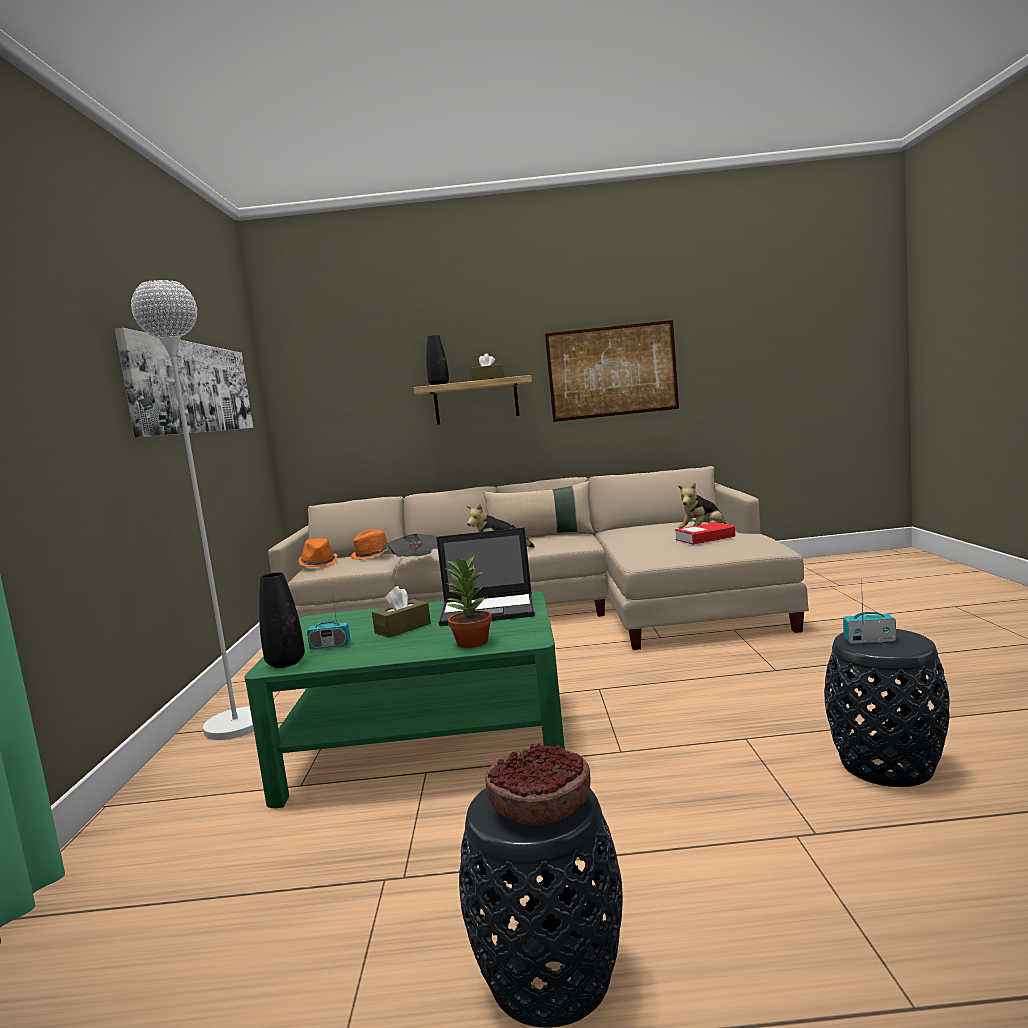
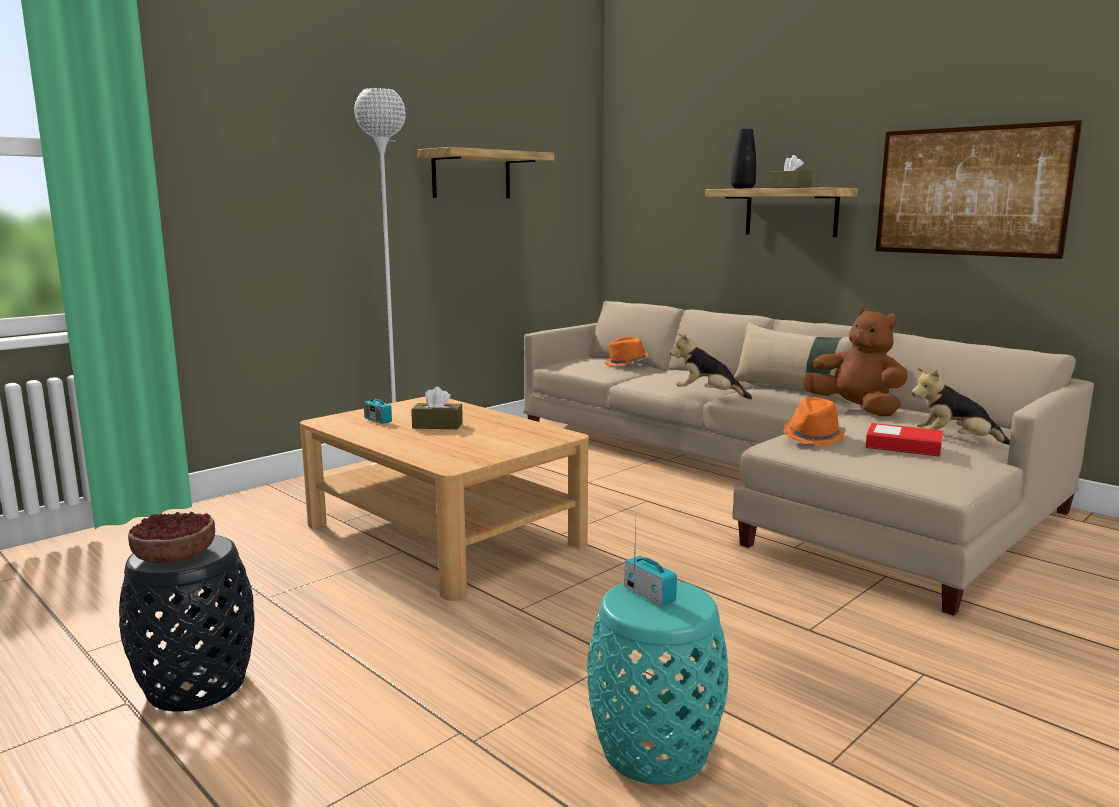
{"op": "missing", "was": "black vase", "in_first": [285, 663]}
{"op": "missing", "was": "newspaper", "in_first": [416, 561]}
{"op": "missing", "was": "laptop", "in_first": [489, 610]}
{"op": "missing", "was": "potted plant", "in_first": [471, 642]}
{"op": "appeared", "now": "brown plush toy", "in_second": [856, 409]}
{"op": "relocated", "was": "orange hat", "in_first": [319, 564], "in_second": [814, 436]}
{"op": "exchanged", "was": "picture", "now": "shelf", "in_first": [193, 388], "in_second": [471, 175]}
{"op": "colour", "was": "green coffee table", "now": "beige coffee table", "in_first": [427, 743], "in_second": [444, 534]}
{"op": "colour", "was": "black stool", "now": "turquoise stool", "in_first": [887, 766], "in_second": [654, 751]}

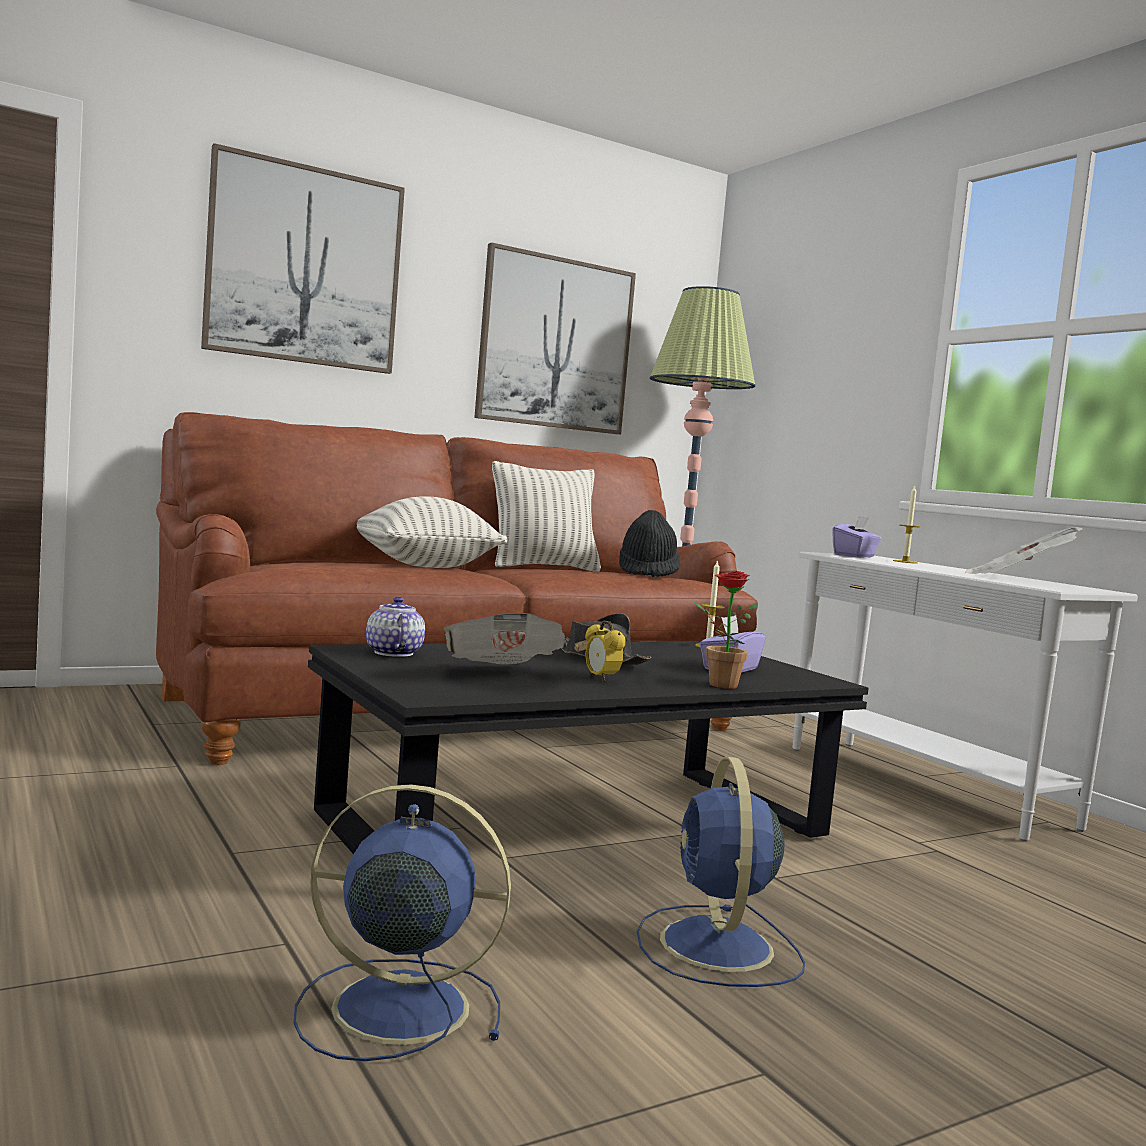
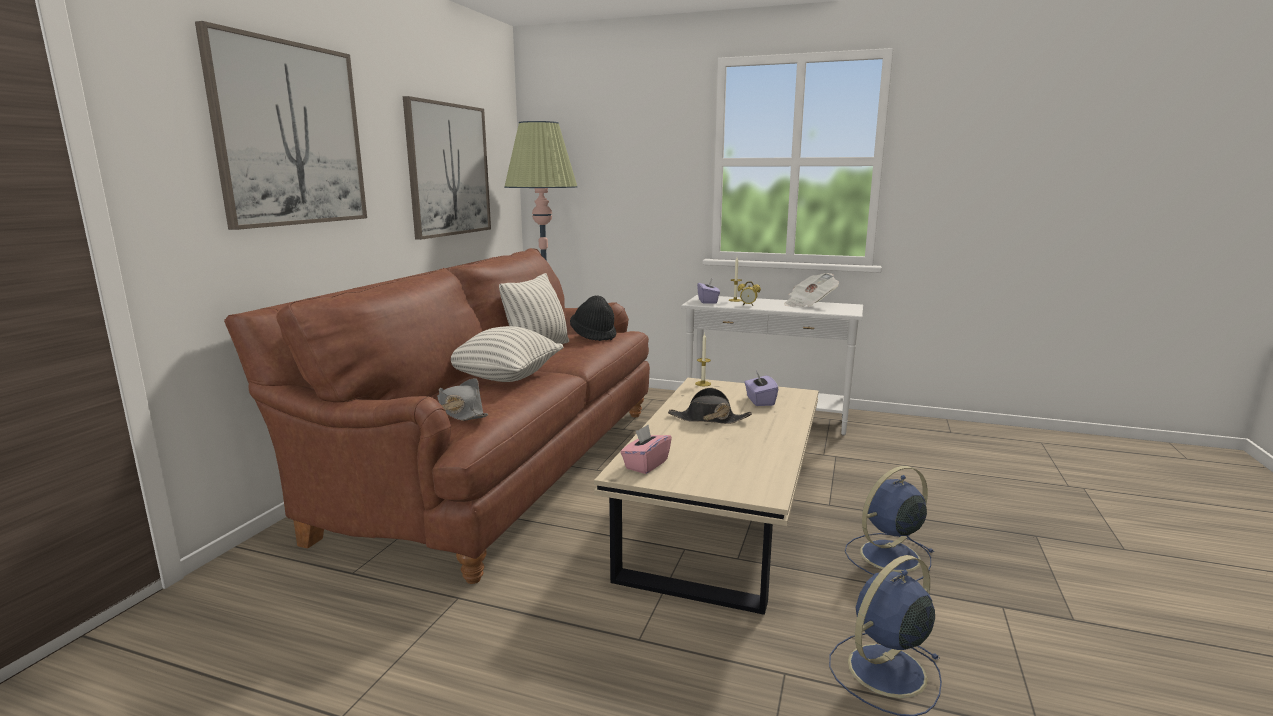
{"op": "missing", "was": "newspaper", "in_first": [502, 675]}
{"op": "missing", "was": "potted plant", "in_first": [716, 684]}
{"op": "appeared", "now": "grey hat", "in_second": [461, 412]}
{"op": "relocated", "was": "alarm clock", "in_first": [601, 679], "in_second": [748, 305]}
{"op": "exchanged", "was": "teapot", "now": "pink tissue box", "in_first": [393, 653], "in_second": [646, 464]}
{"op": "colour", "was": "black coffee table", "now": "beige coffee table", "in_first": [580, 827], "in_second": [722, 518]}
{"op": "spun", "was": "blue fan", "in_first": [717, 948], "in_second": [888, 557], "clockwise": 105}

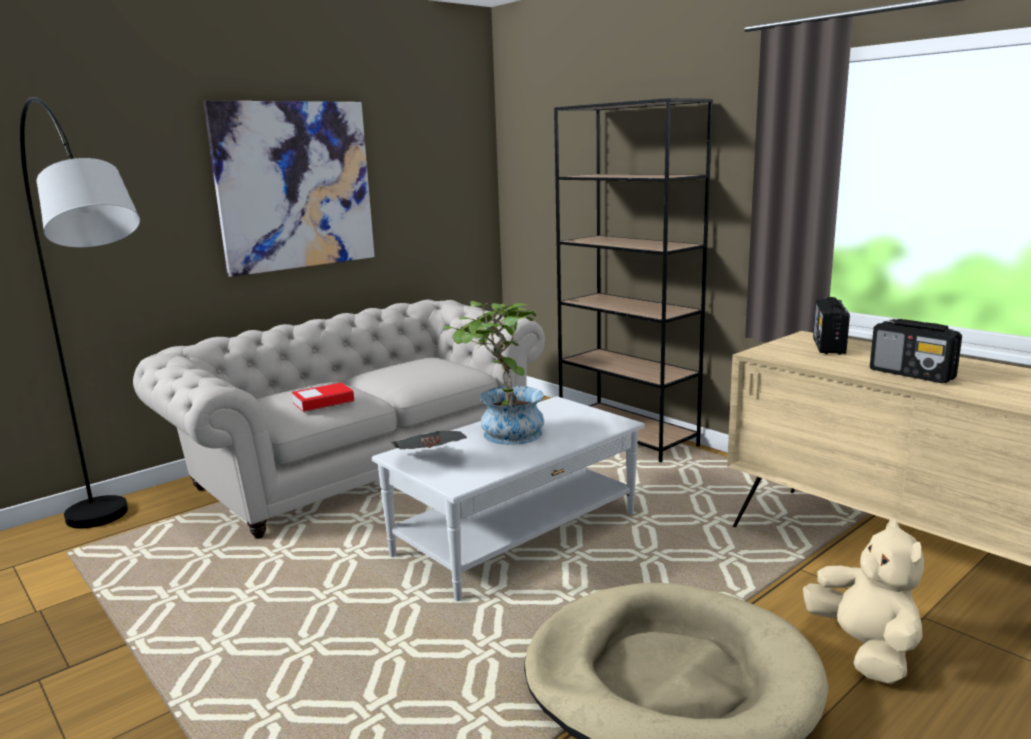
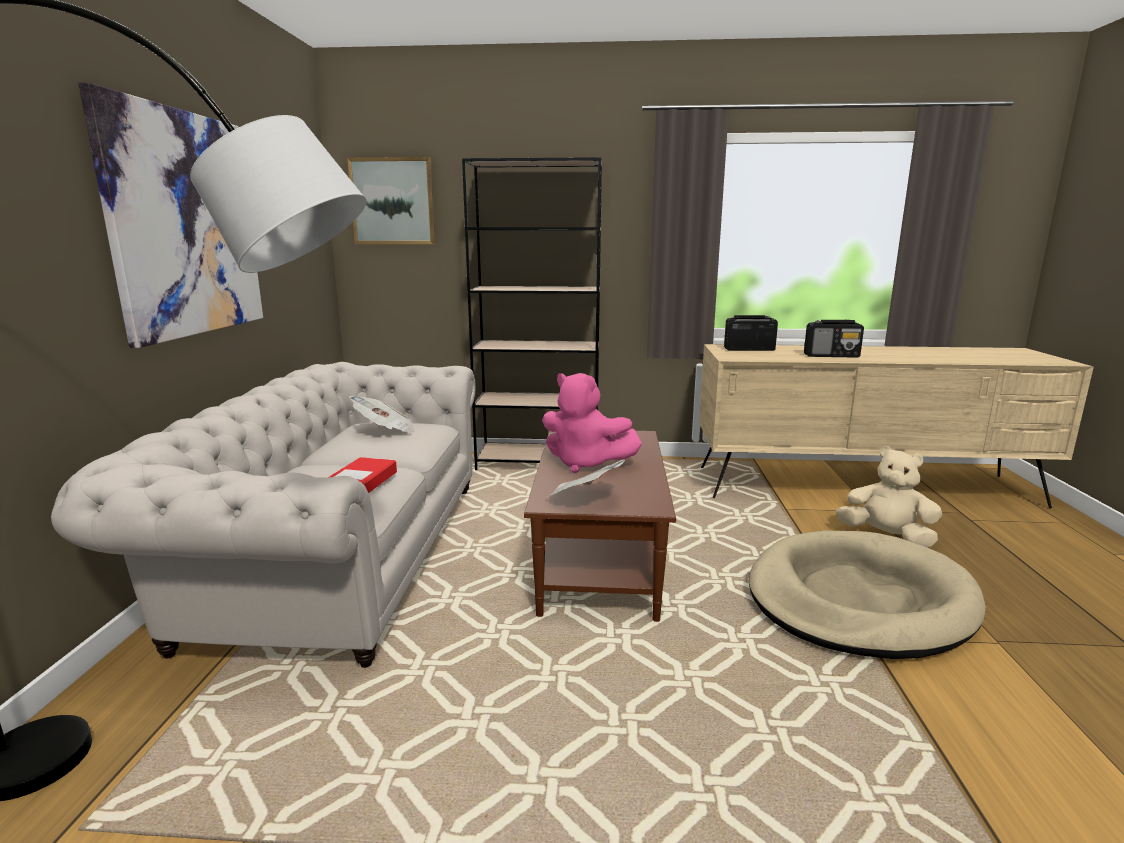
{"op": "appeared", "now": "picture", "in_second": [393, 201]}
{"op": "appeared", "now": "newspaper", "in_second": [385, 431]}
{"op": "exchanged", "was": "potted plant", "now": "pink plush toy", "in_first": [502, 434], "in_second": [585, 463]}
{"op": "colour", "was": "white coffee table", "now": "brown coffee table", "in_first": [518, 534], "in_second": [599, 555]}
{"op": "spun", "was": "radio", "in_first": [828, 346], "in_second": [748, 349], "clockwise": 120}

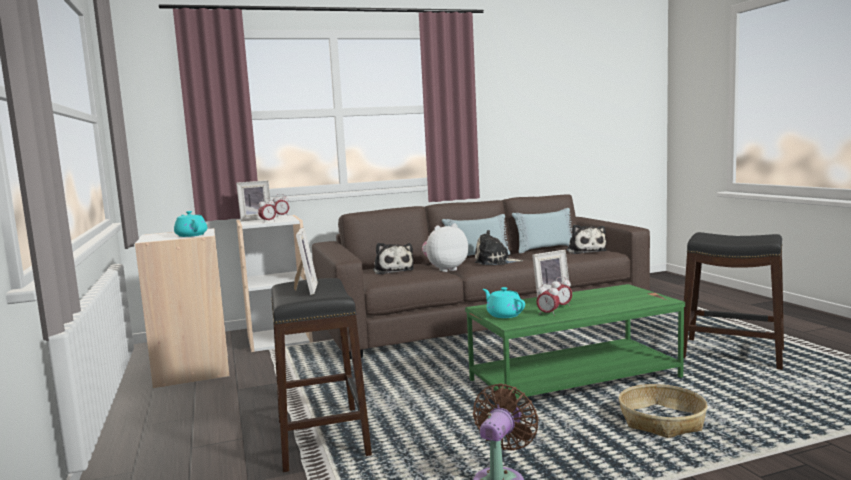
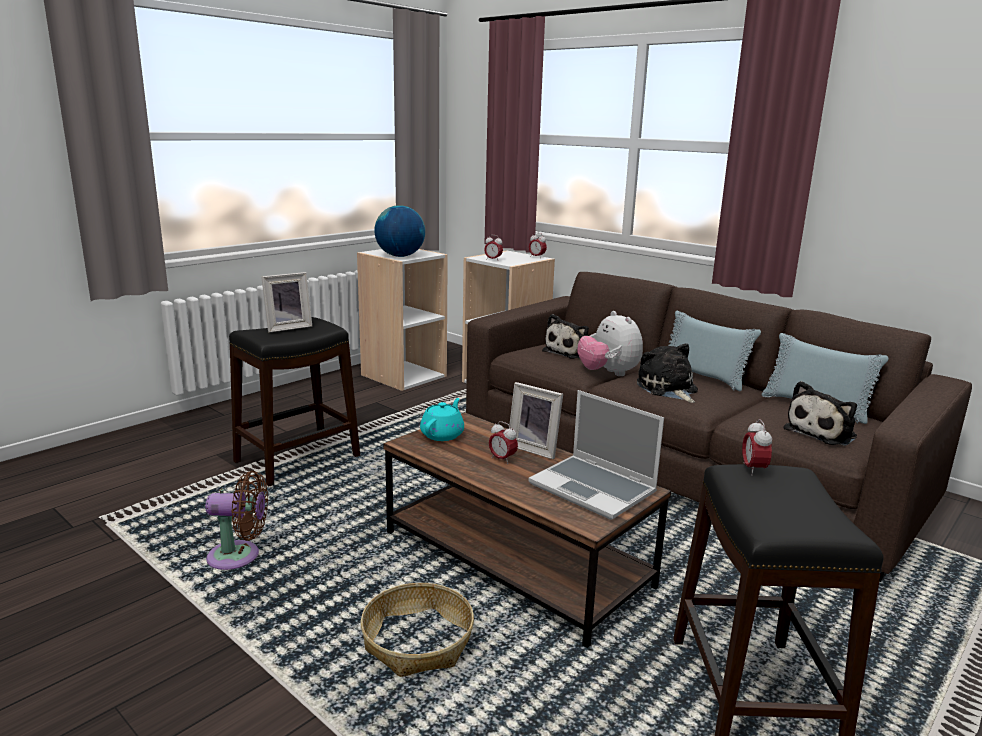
{"op": "missing", "was": "picture frame", "in_first": [255, 219]}
{"op": "appeared", "now": "laptop", "in_second": [594, 489]}
{"op": "relocated", "was": "alarm clock", "in_first": [548, 314], "in_second": [753, 469]}
{"op": "exchanged", "was": "turquoise teapot", "now": "globe", "in_first": [191, 235], "in_second": [400, 256]}
{"op": "colour", "was": "green coffee table", "now": "brown coffee table", "in_first": [574, 379], "in_second": [516, 559]}
{"op": "spun", "was": "plush toy", "in_first": [445, 270], "in_second": [608, 373], "clockwise": -150}

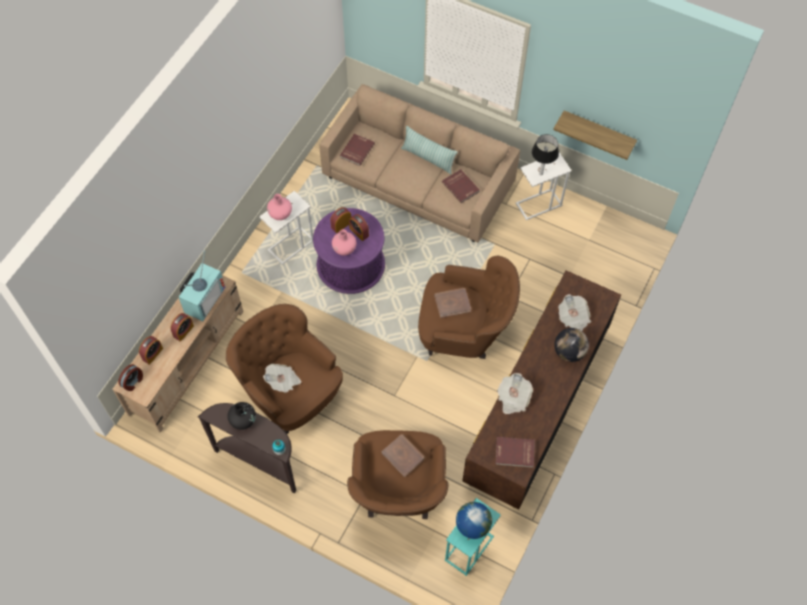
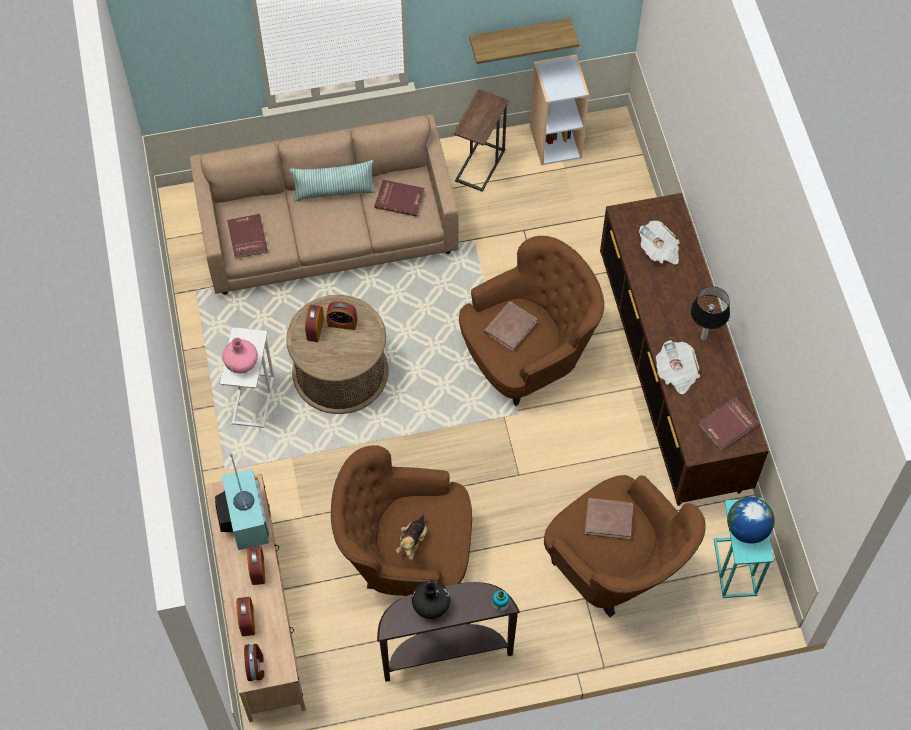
{"op": "missing", "was": "pink vase", "in_first": [344, 249]}
{"op": "missing", "was": "globe", "in_first": [569, 352]}
{"op": "appeared", "now": "bookcase", "in_second": [556, 141]}
{"op": "relocated", "was": "table lamp", "in_first": [541, 173], "in_second": [703, 337]}
{"op": "exchanged", "was": "newspaper", "now": "plush toy", "in_first": [283, 381], "in_second": [413, 541]}
{"op": "colour", "was": "purple coffee table", "now": "brown coffee table", "in_first": [350, 264], "in_second": [340, 371]}
{"op": "colour", "was": "white side table", "now": "brown side table", "in_first": [539, 204], "in_second": [480, 165]}

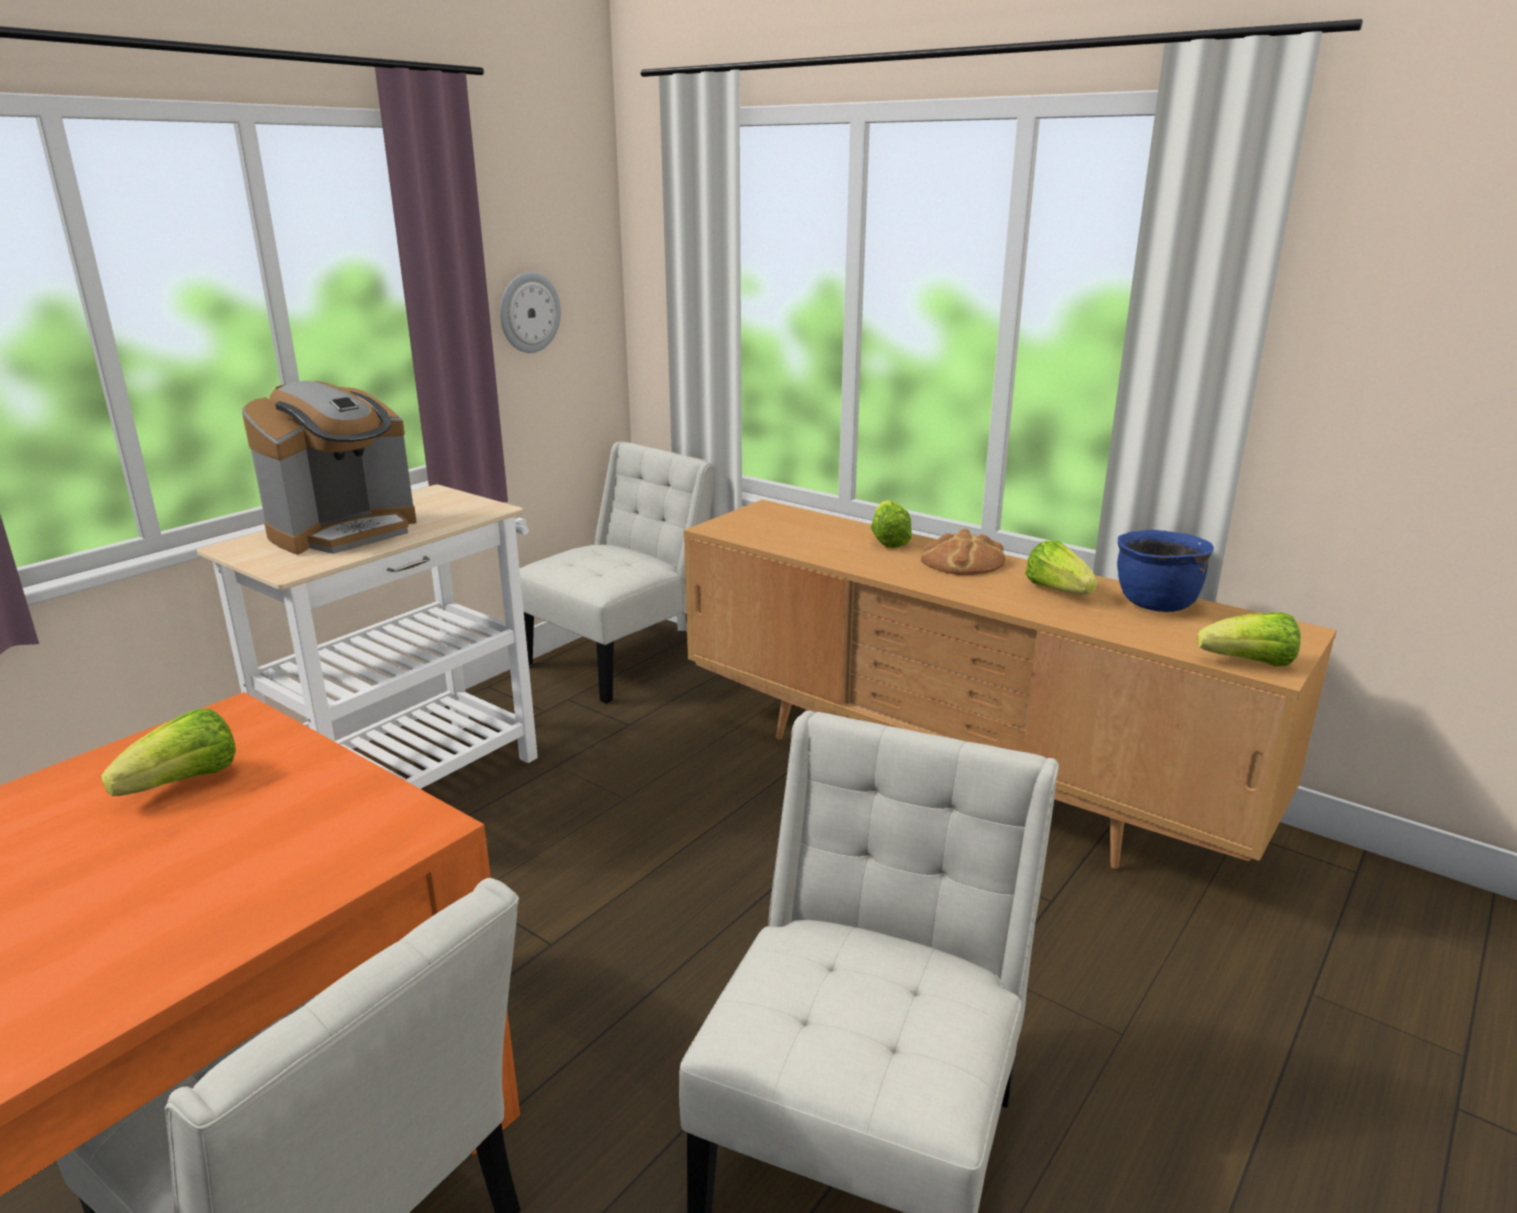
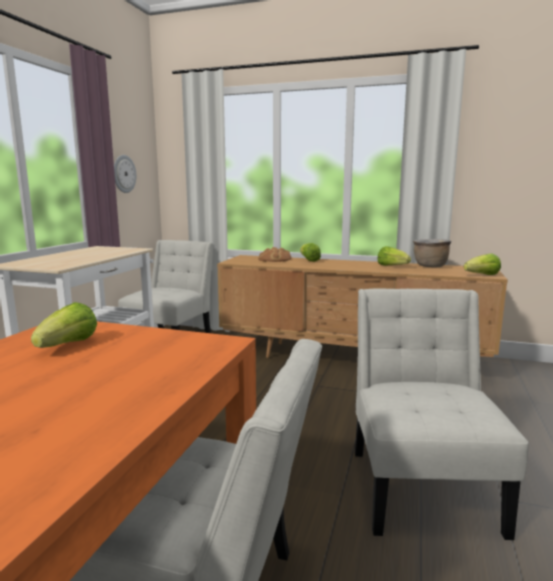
{"op": "missing", "was": "coffee machine", "in_first": [344, 532]}
{"op": "relocated", "was": "bread", "in_first": [962, 561], "in_second": [274, 259]}
{"op": "colour", "was": "blue cooking pot", "now": "brown cooking pot", "in_first": [1155, 604], "in_second": [430, 266]}

